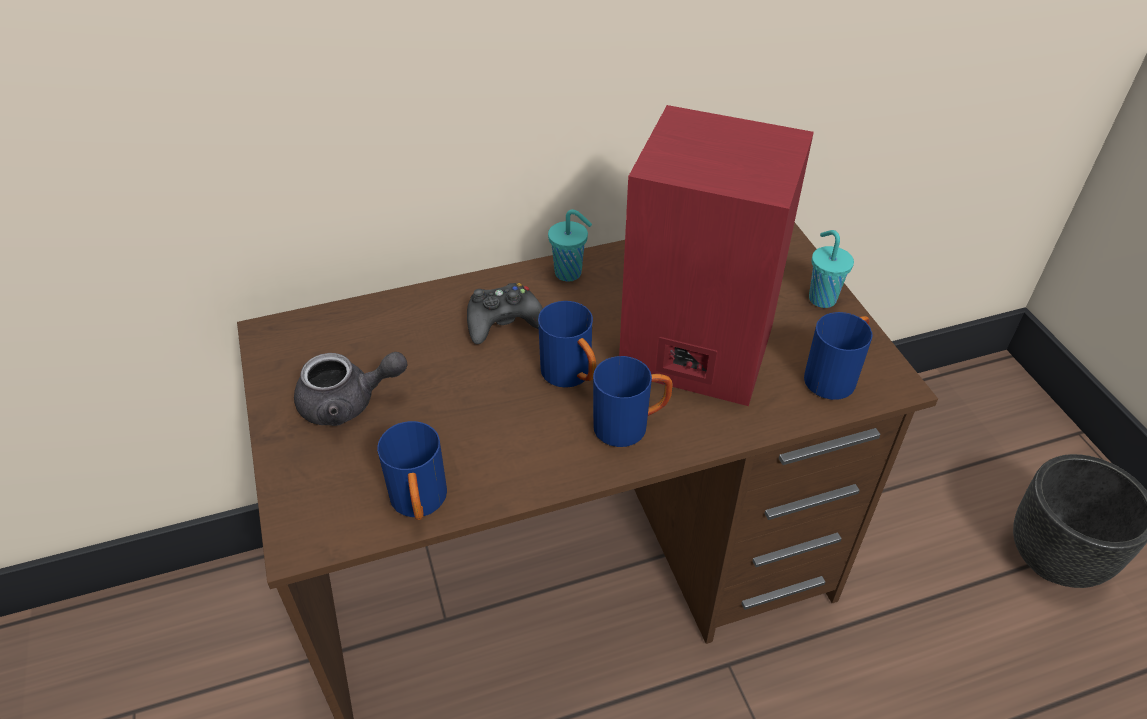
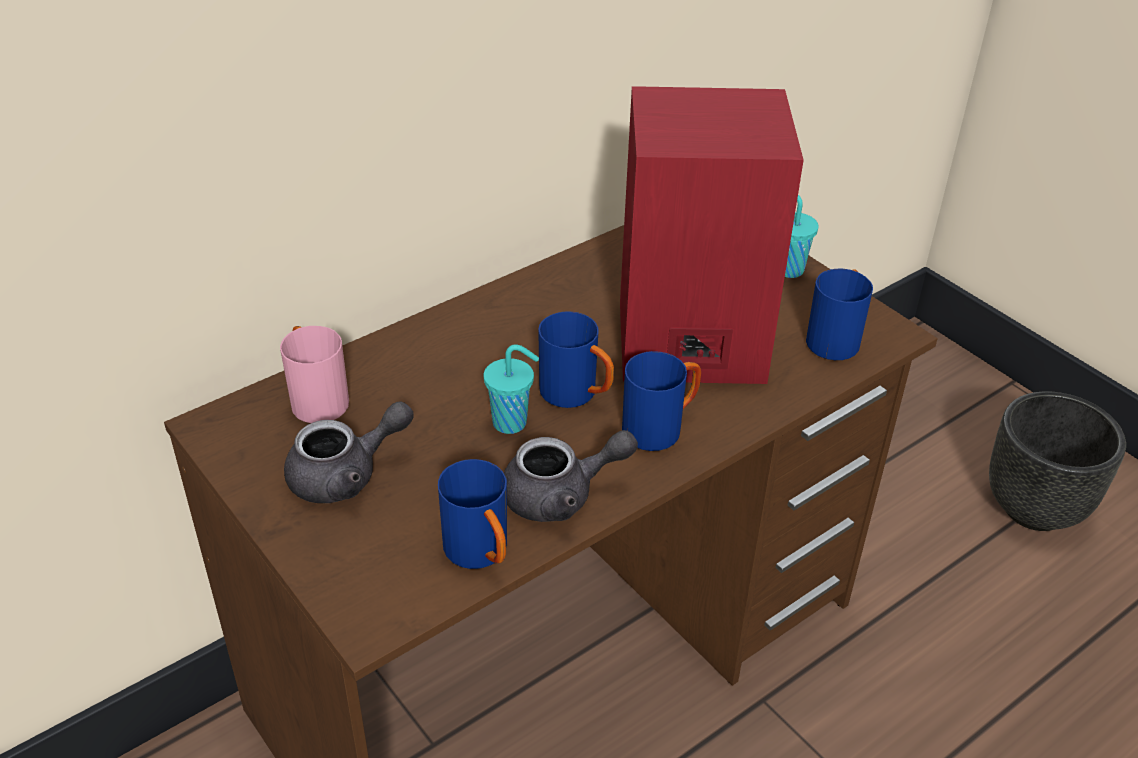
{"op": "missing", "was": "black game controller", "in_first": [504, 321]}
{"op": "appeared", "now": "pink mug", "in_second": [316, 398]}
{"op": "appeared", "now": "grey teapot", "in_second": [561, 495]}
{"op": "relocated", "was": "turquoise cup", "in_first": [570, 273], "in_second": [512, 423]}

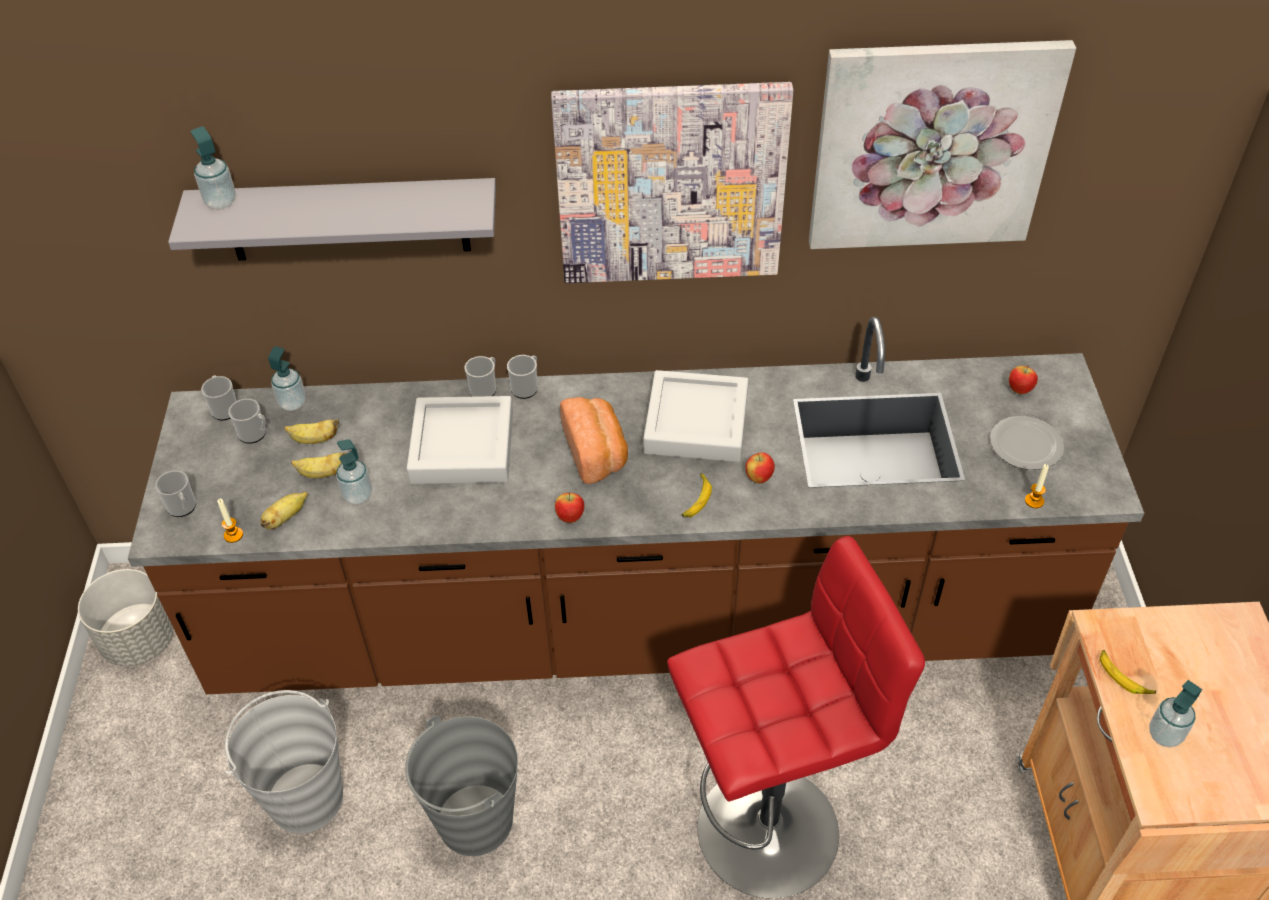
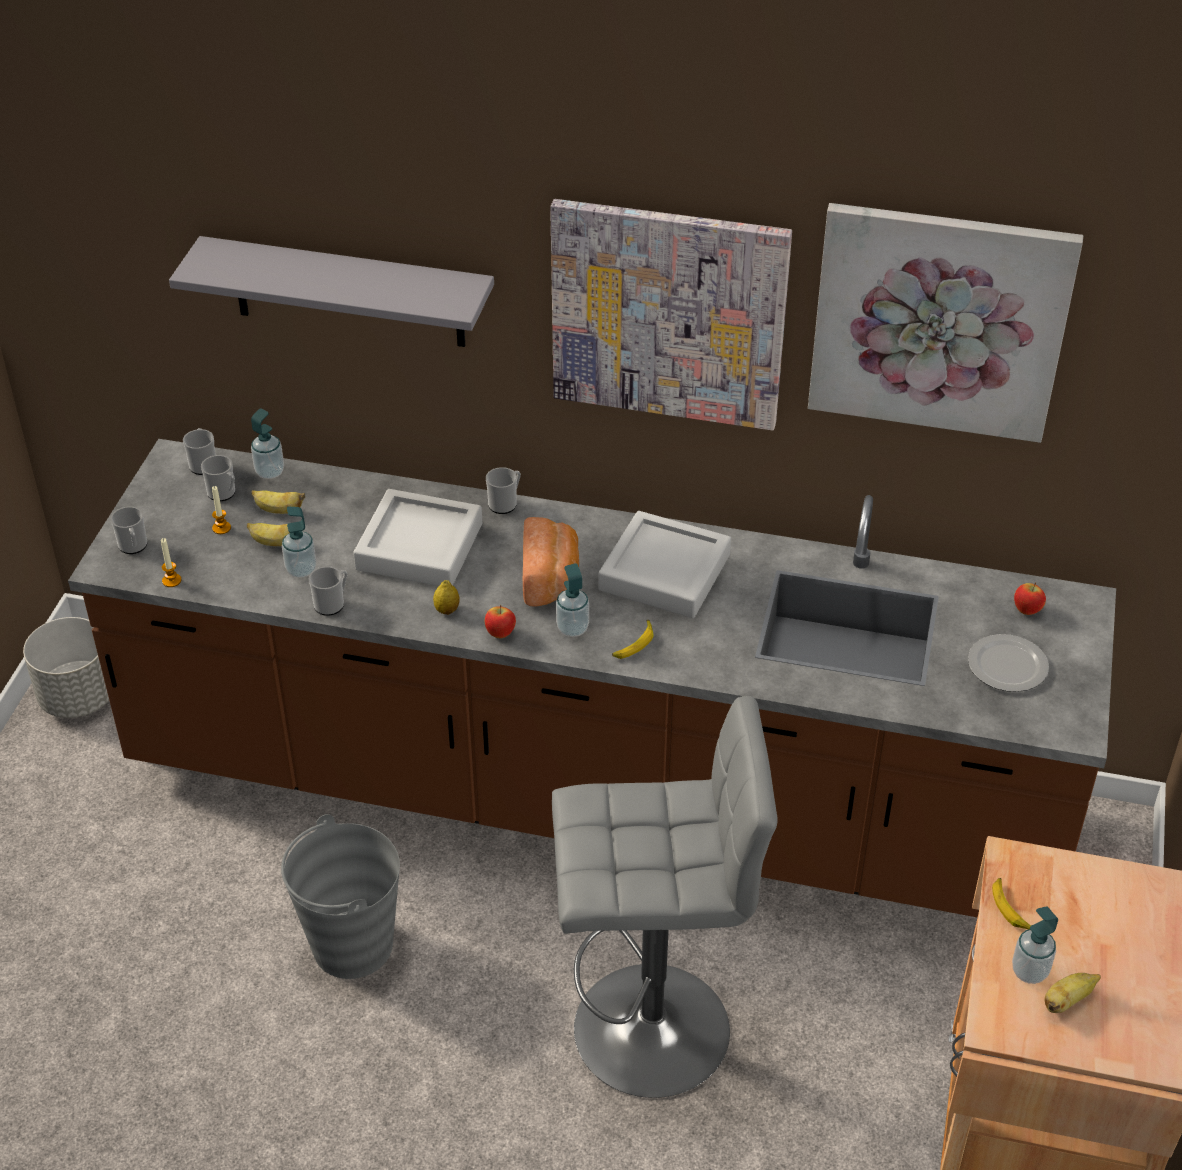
{"op": "missing", "was": "grey bucket", "in_first": [306, 797]}
{"op": "missing", "was": "apple", "in_first": [759, 478]}
{"op": "appeared", "now": "lemon", "in_second": [447, 610]}
{"op": "relocated", "was": "soap dispenser", "in_first": [220, 201], "in_second": [572, 628]}
{"op": "relocated", "was": "banana", "in_first": [285, 518], "in_second": [1067, 1000]}
{"op": "relocated", "was": "mug", "in_first": [485, 388], "in_second": [332, 604]}
{"op": "relocated", "was": "candle", "in_first": [1034, 501], "in_second": [221, 528]}
{"op": "colour", "was": "red stool", "now": "grey stool", "in_first": [770, 831], "in_second": [653, 1031]}

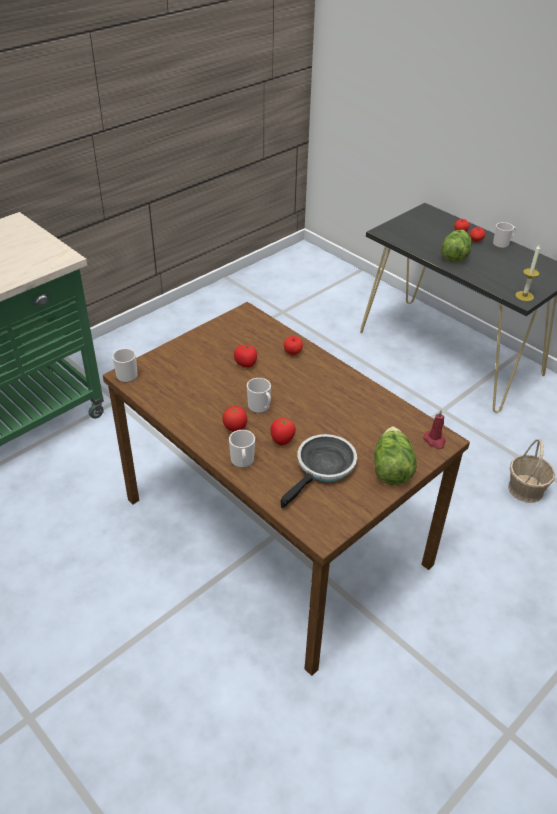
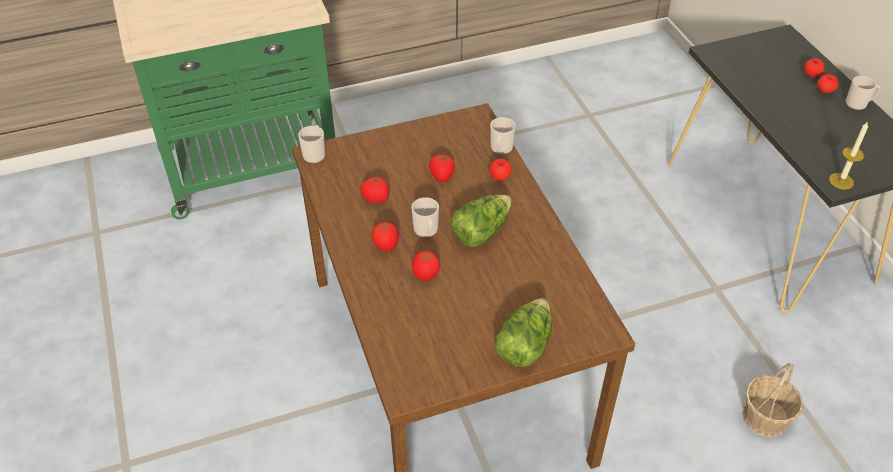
{"op": "missing", "was": "frying pan", "in_first": [323, 468]}
{"op": "missing", "was": "red candle", "in_first": [435, 441]}
{"op": "appeared", "now": "tomato", "in_second": [376, 198]}
{"op": "relocated", "was": "mug", "in_first": [242, 462], "in_second": [501, 149]}
{"op": "relocated", "was": "lettuce", "in_first": [454, 255], "in_second": [481, 231]}

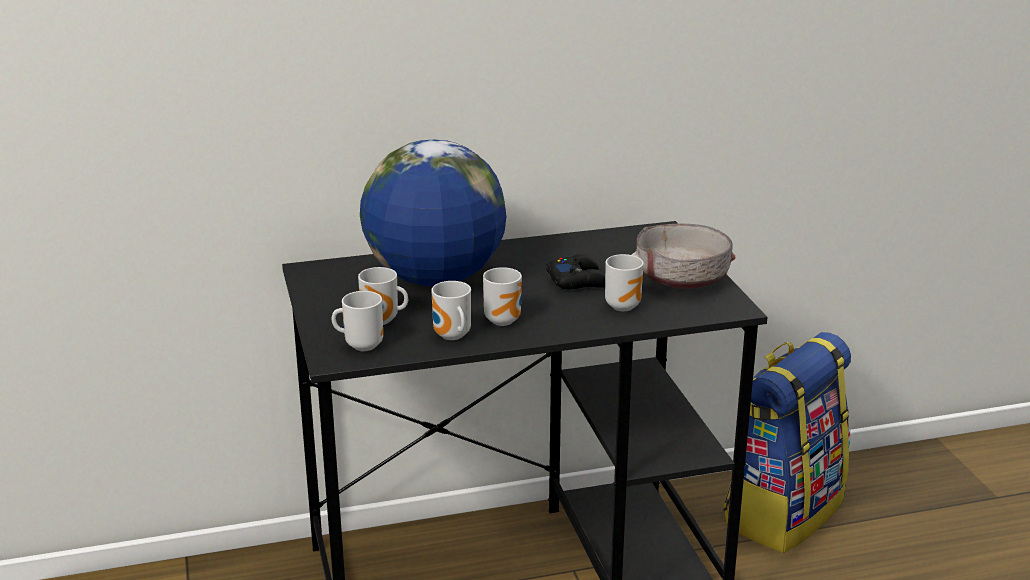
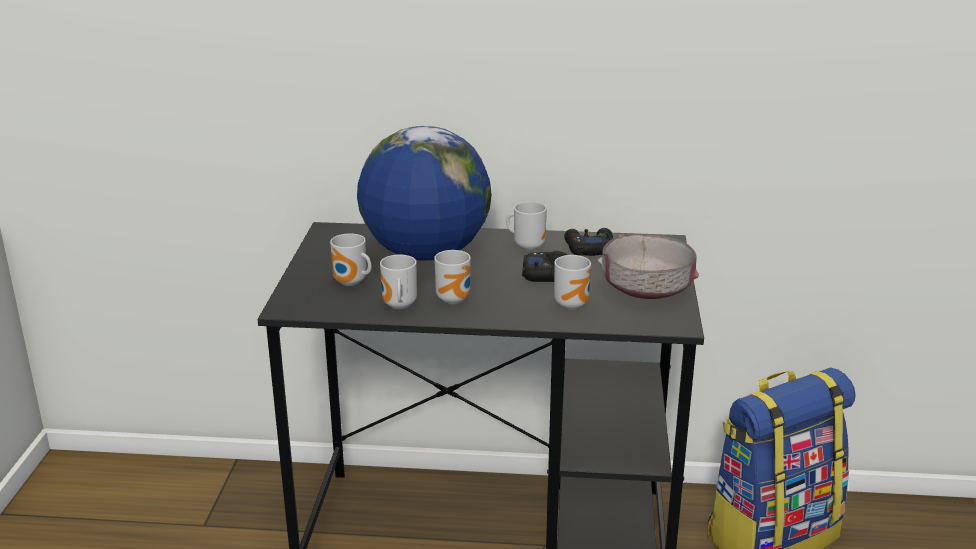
{"op": "appeared", "now": "black game controller", "in_second": [588, 248]}
{"op": "relocated", "was": "mug", "in_first": [361, 345], "in_second": [527, 246]}

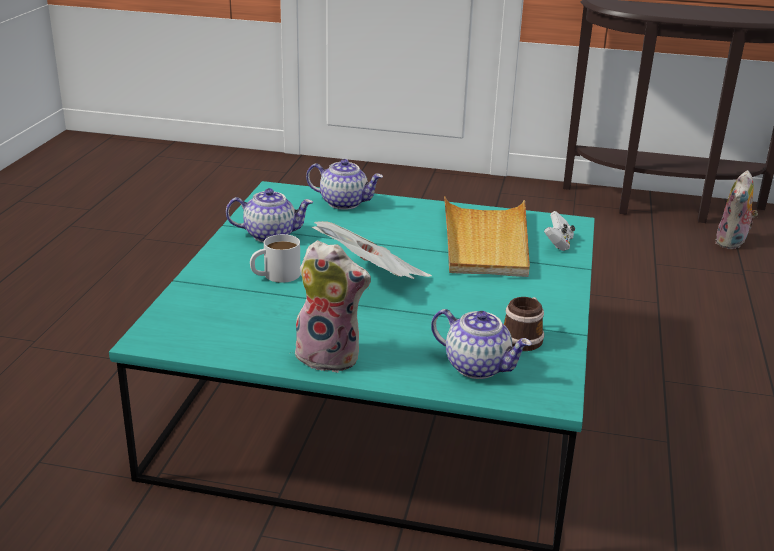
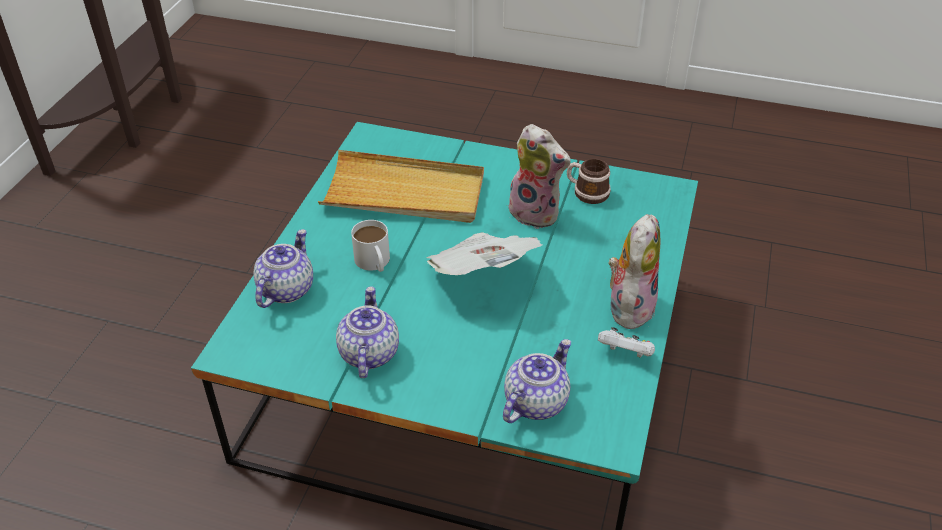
{"op": "relocated", "was": "white mug", "in_first": [275, 275], "in_second": [374, 263]}
{"op": "relocated", "was": "teapot", "in_first": [478, 366], "in_second": [535, 401]}
{"op": "relocated", "was": "white game controller", "in_first": [558, 244], "in_second": [625, 354]}
{"op": "relocated", "was": "plush toy", "in_first": [732, 243], "in_second": [537, 213]}

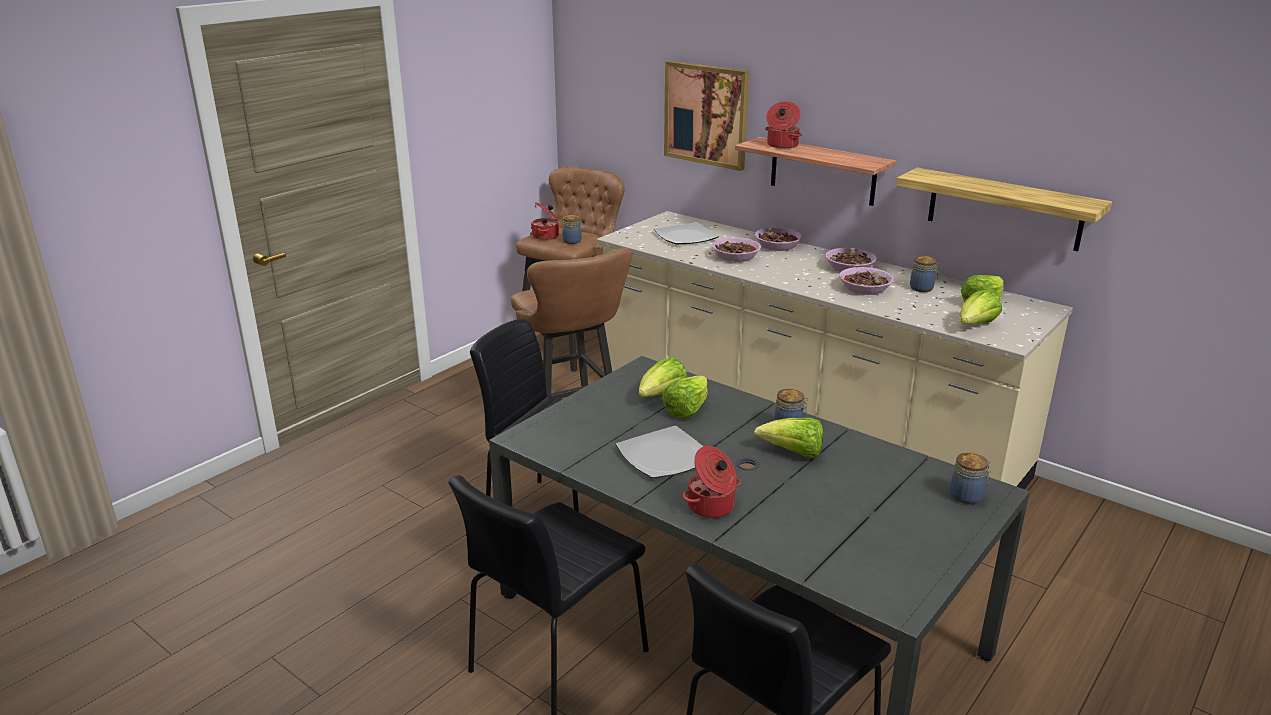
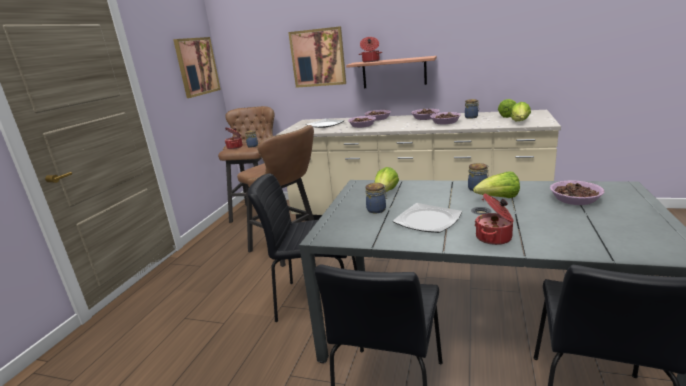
{"op": "missing", "was": "lettuce", "in_first": [687, 410]}
{"op": "missing", "was": "shelf", "in_first": [1004, 209]}
{"op": "appeared", "now": "picture", "in_second": [197, 66]}
{"op": "appeared", "now": "bowl", "in_second": [574, 199]}
{"op": "relocated", "was": "jar", "in_first": [967, 496], "in_second": [377, 209]}

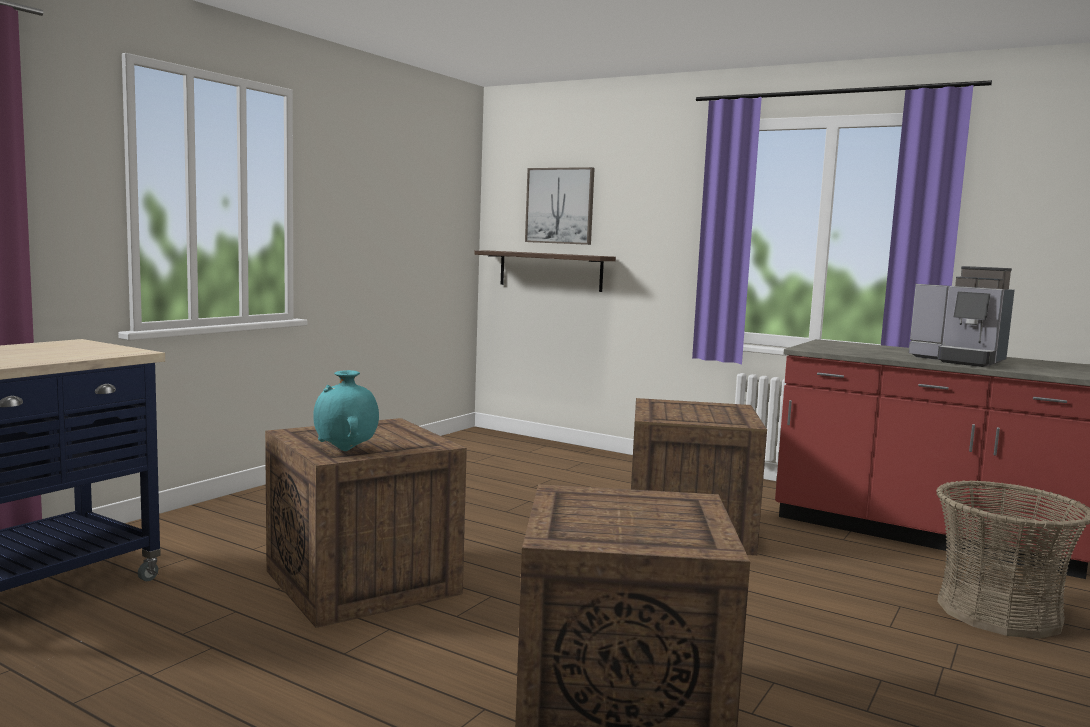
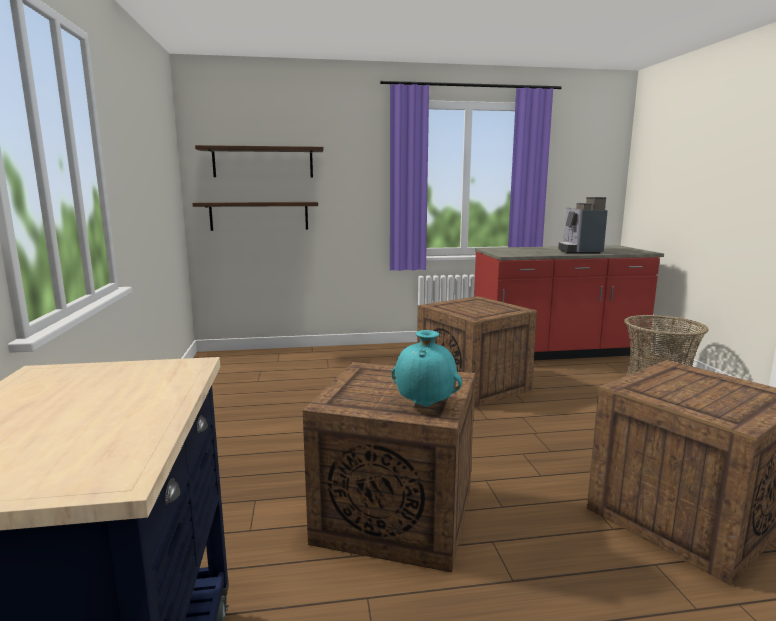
{"op": "exchanged", "was": "picture", "now": "shelf", "in_first": [560, 206], "in_second": [263, 162]}
{"op": "spun", "was": "coffee machine", "in_first": [959, 360], "in_second": [579, 251], "clockwise": 90}

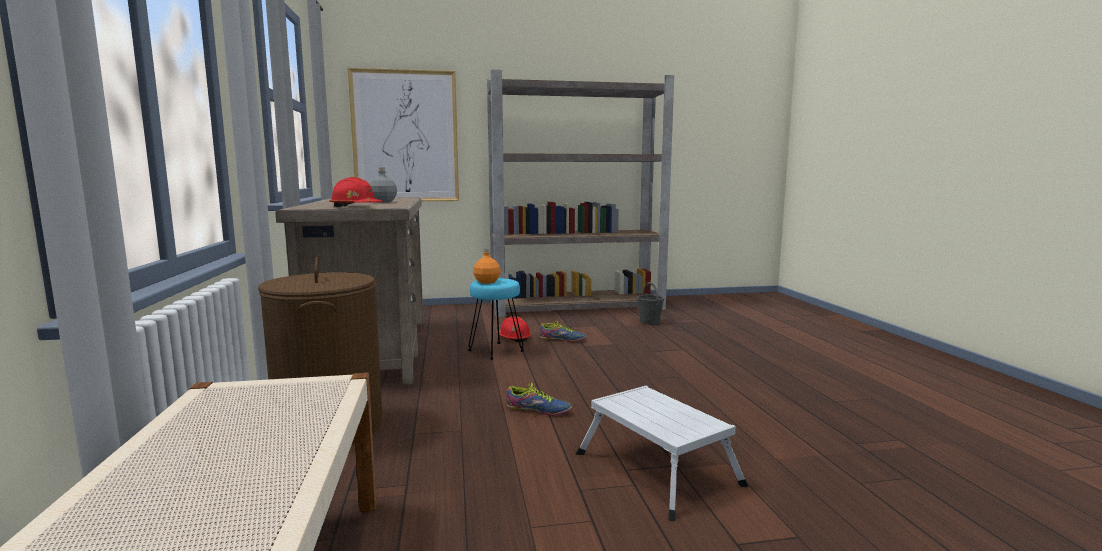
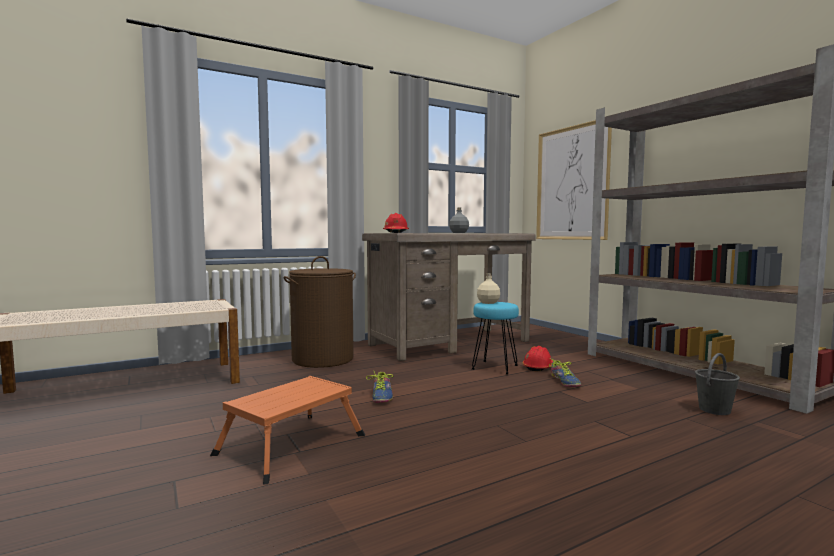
{"op": "colour", "was": "orange bottle", "now": "beige bottle", "in_first": [487, 282], "in_second": [488, 302]}
{"op": "colour", "was": "white step ladder", "now": "orange step ladder", "in_first": [658, 469], "in_second": [290, 445]}

